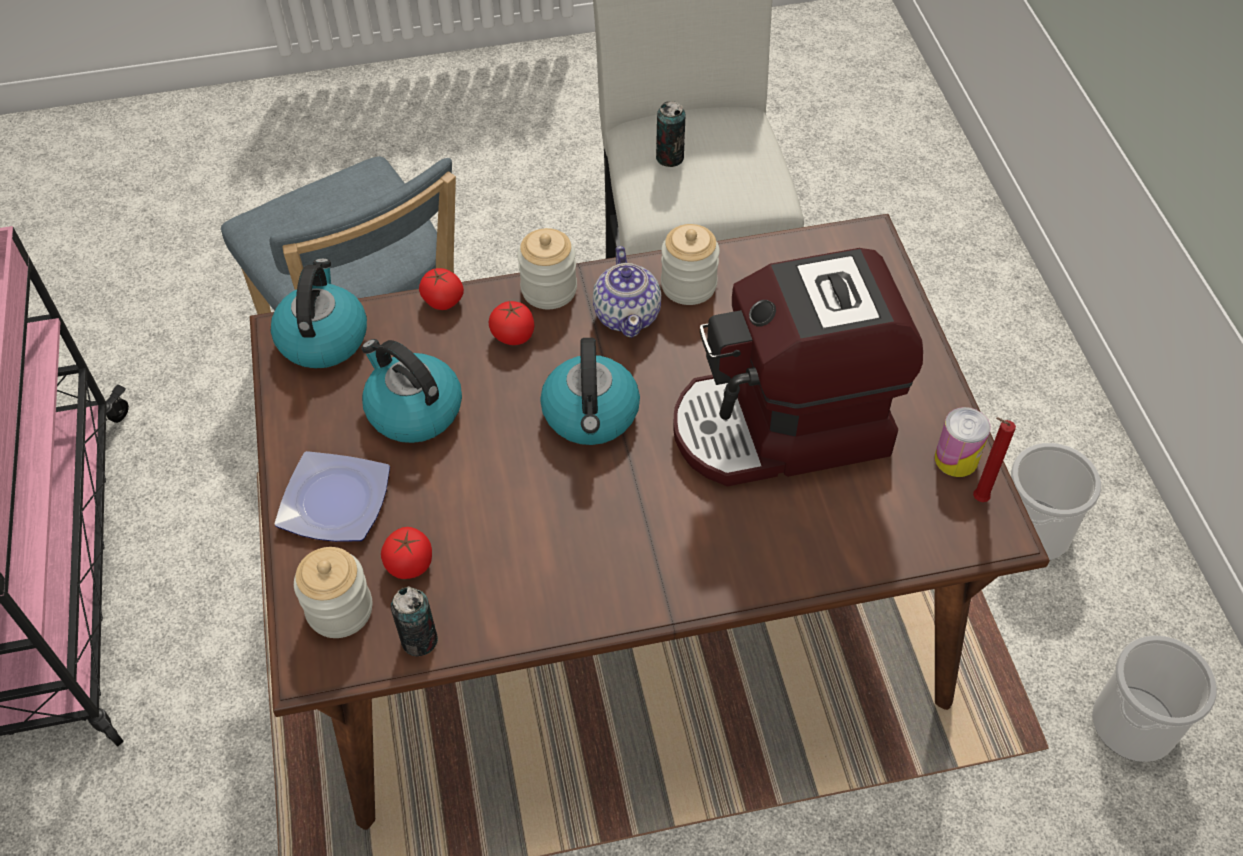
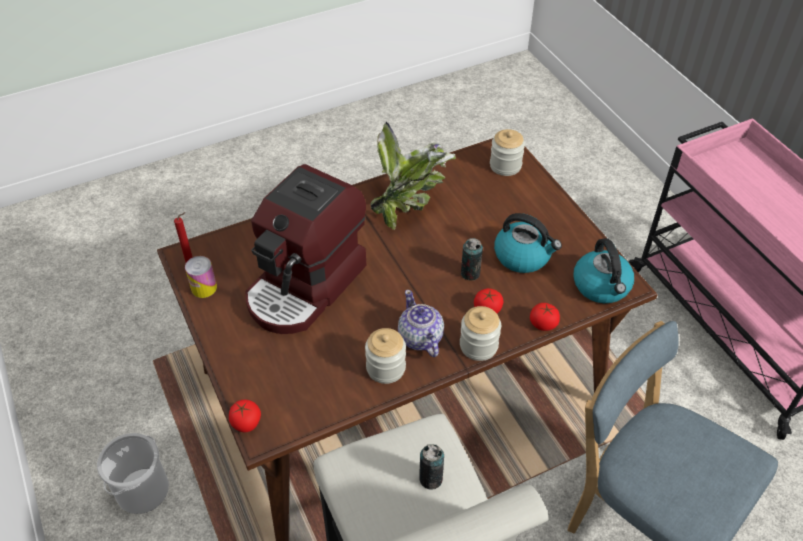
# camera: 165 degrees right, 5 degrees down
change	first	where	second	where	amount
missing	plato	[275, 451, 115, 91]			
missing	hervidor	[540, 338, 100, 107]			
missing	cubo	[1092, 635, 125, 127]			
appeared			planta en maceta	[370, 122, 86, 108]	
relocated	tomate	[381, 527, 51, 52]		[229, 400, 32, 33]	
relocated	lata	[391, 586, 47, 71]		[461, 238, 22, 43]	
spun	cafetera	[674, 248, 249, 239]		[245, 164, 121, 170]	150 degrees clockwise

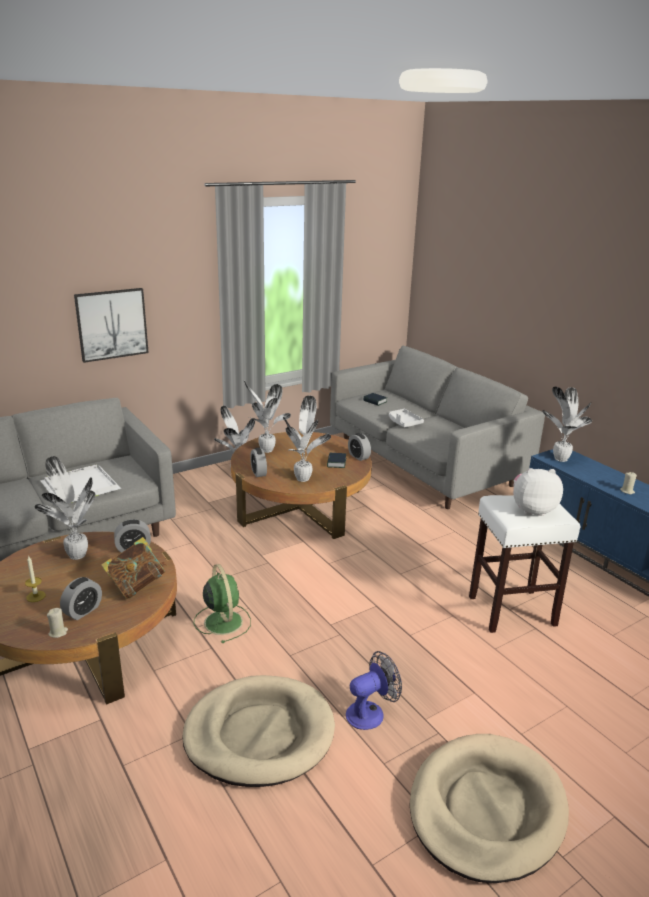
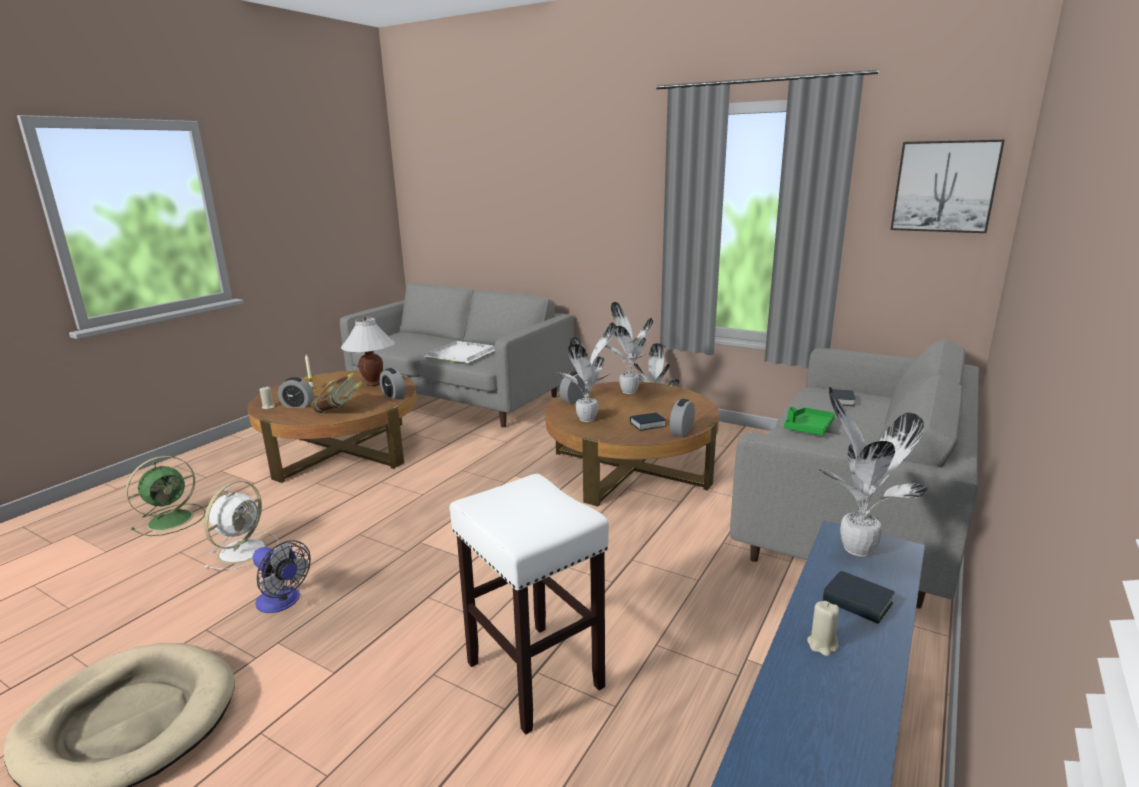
# camera: 65 degrees right, 5 degrees down
change	first	where	second	where	amount
missing	peluche	[513, 468, 50, 48]			
appeared			libro	[823, 571, 72, 53]	
relocated	cuadro	[74, 288, 75, 75]		[890, 140, 115, 93]	
relocated	ventilador [verde]	[193, 564, 58, 79]		[126, 456, 79, 80]	
exchanged	planta en maceta	[35, 456, 60, 104]	lámpara de mesa [blanco]	[341, 317, 54, 70]	
exchanged	cama para perro [beis]	[183, 675, 152, 112]	ventilador [blanco]	[204, 481, 75, 89]	
colour	bandeja [gris]	[389, 409, 35, 19]	bandeja [verde]	[784, 407, 51, 28]	

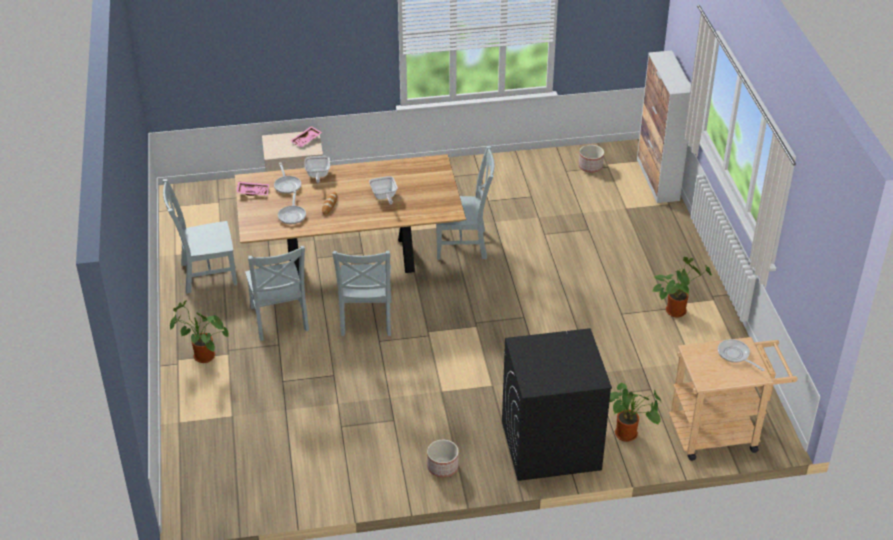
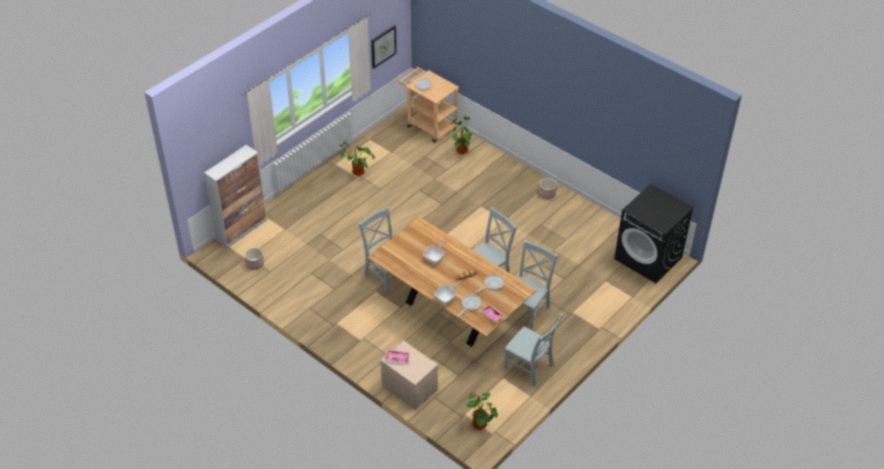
# camera: 130 degrees left, 5 degrees up
change	first	where	second	where	amount
appeared			reloj de pared	[371, 25, 26, 44]	
relocated	planta en maceta	[170, 300, 59, 63]		[465, 392, 33, 38]	
relocated	lavadora [negro]	[502, 328, 110, 153]		[614, 184, 80, 99]	

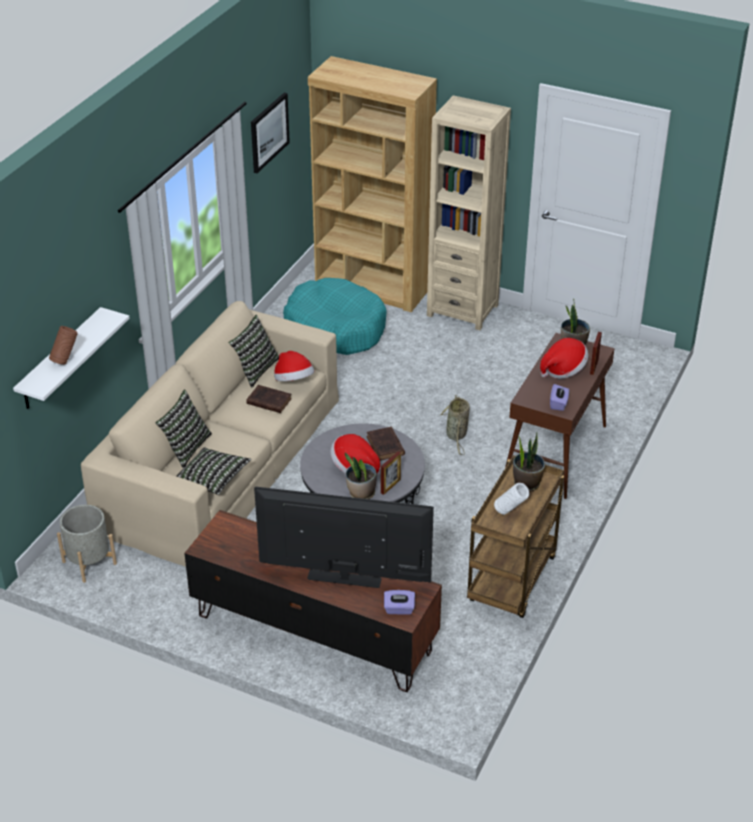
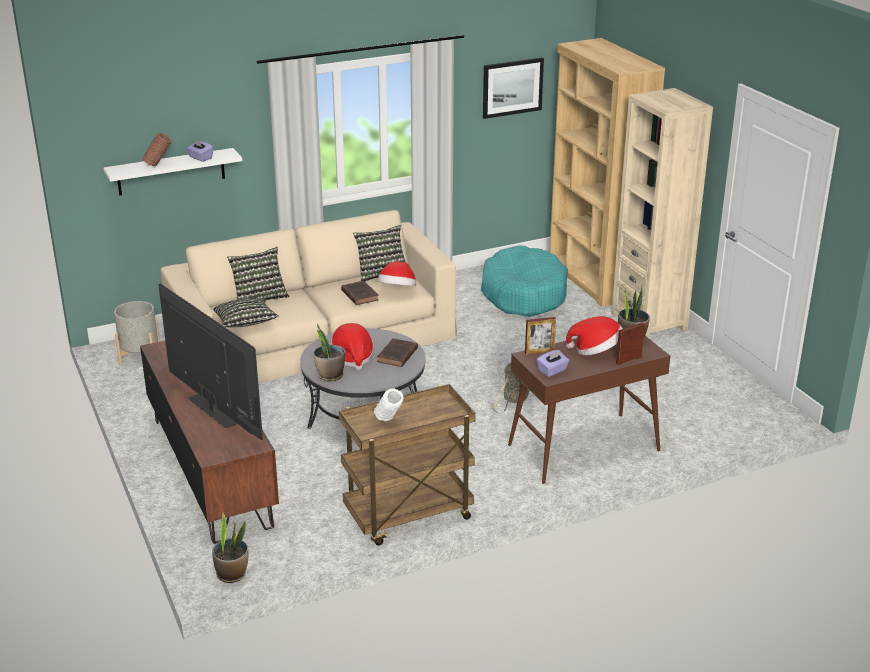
# camera: 40 degrees right, 10 degrees down
change	first	where	second	where	amount
relocated	portarretratos	[381, 452, 20, 43]		[525, 317, 31, 38]	
relocated	caja de pañuelos [morado]	[384, 590, 31, 25]		[186, 140, 27, 22]	
relocated	planta en maceta	[513, 432, 32, 60]		[212, 513, 36, 70]	

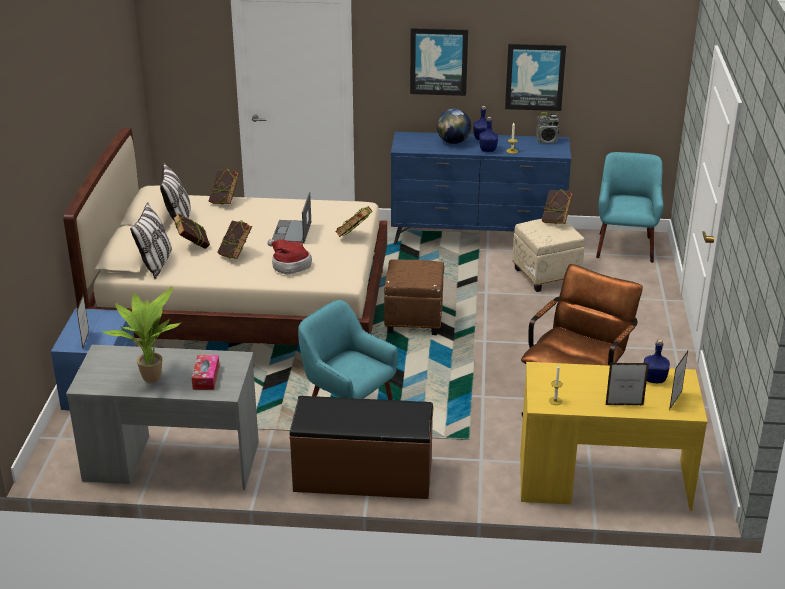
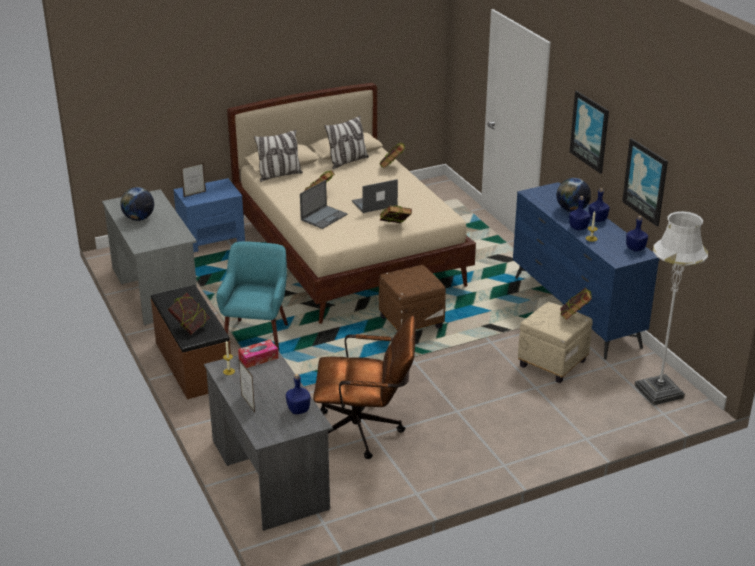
# camera: 60 degrees right, 0 degrees up
change	first	where	second	where	amount
missing	portarretratos	[669, 351, 19, 59]			
relocated	libro	[173, 213, 37, 36]		[168, 293, 42, 42]	
relocated	caja de pañuelos	[191, 355, 29, 35]		[238, 340, 40, 28]	
exchanged	planta en maceta	[102, 286, 79, 97]	globo terráqueo	[120, 187, 34, 34]	
exchanged	sombrero	[267, 239, 45, 36]	portátil	[300, 180, 48, 49]	
exchanged	radio	[536, 112, 23, 31]	botella [azul]	[626, 216, 22, 36]	
exchanged	sillón [turquesa]	[596, 152, 67, 111]	lámpara de pie [blanco]	[635, 211, 73, 195]	
colour	escritorio [amarillo]	[520, 362, 188, 149]	escritorio [gris]	[204, 351, 129, 180]	

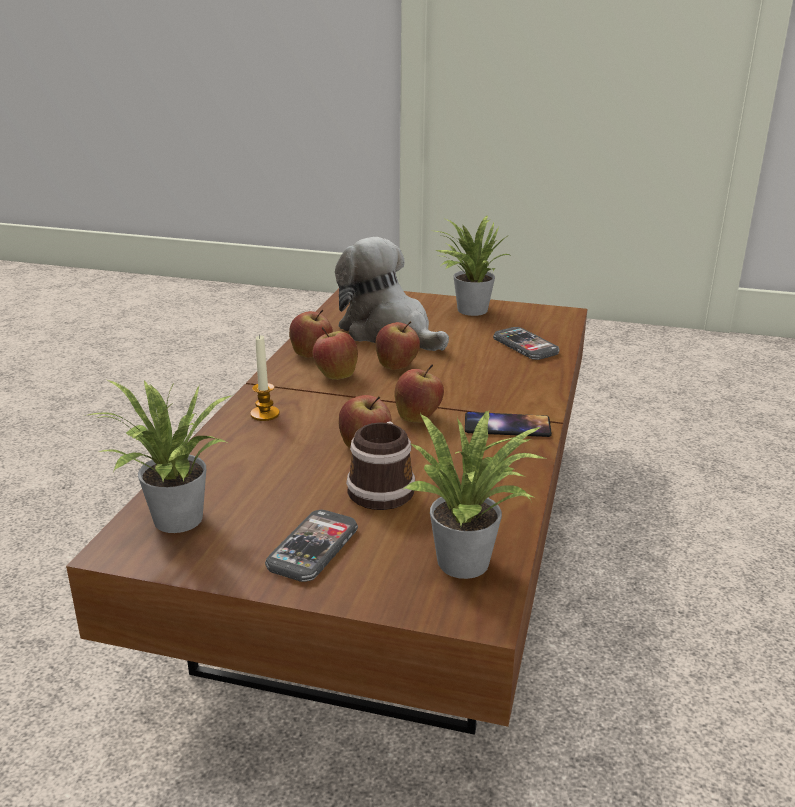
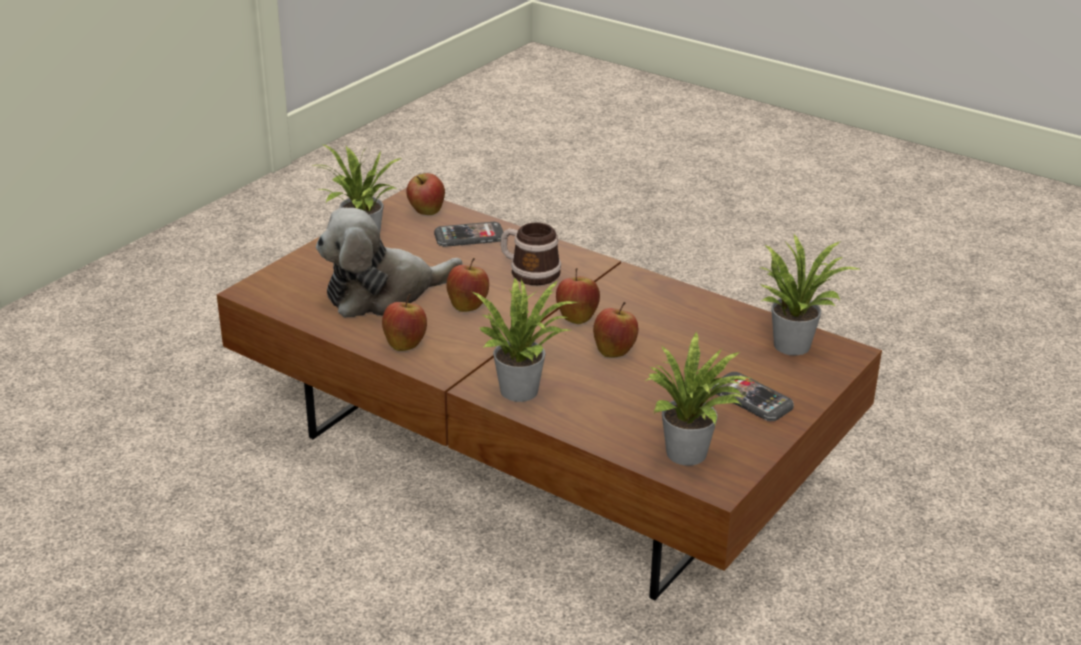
# camera: 70 degrees left, 5 degrees up
change	first	where	second	where	amount
missing	móvil	[465, 412, 87, 25]			
relocated	manzana	[313, 327, 45, 53]		[406, 173, 39, 42]	
relocated	taza grande	[346, 421, 69, 89]		[501, 222, 60, 63]	
exchanged	vela	[250, 334, 30, 87]	planta en maceta	[473, 277, 104, 125]	

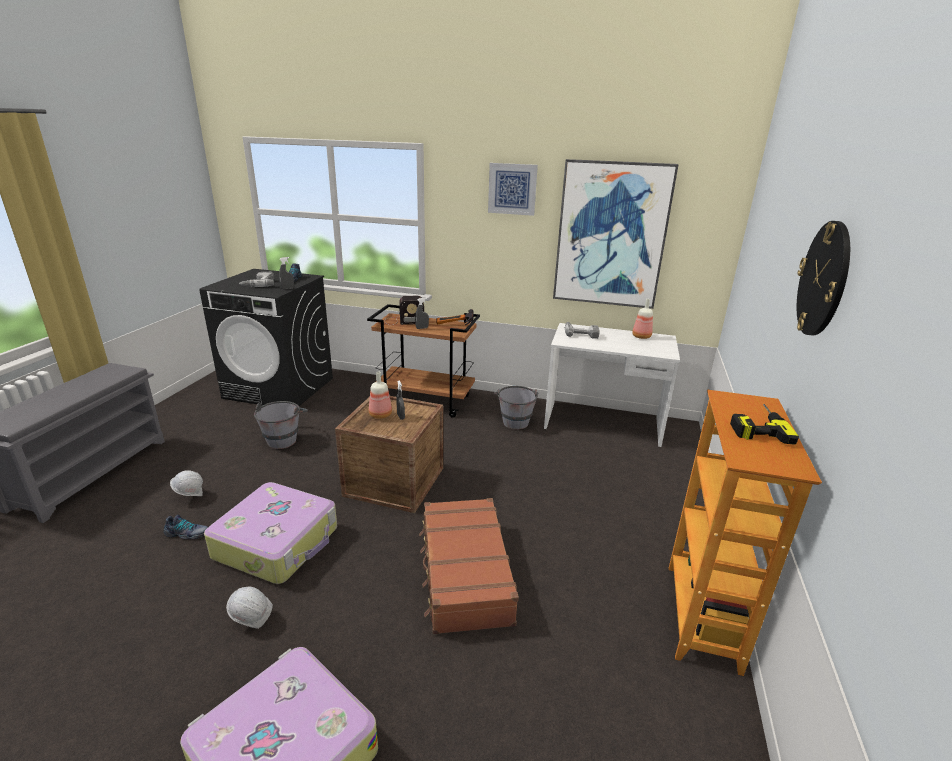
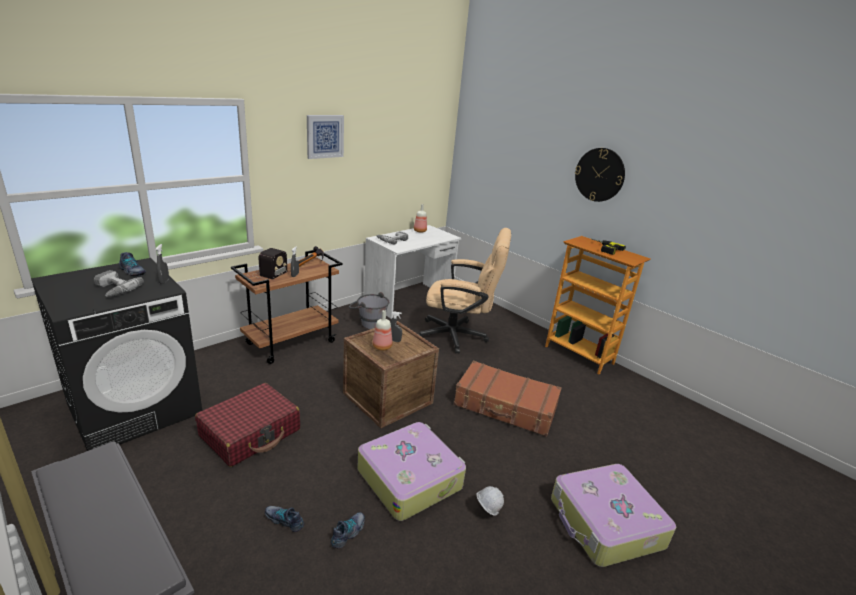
# camera: 60 degrees left, 0 degrees up
change	first	where	second	where	amount
missing	cuadro	[553, 159, 126, 150]			
appeared			silla de oficina [beis]	[418, 228, 93, 125]	
exchanged	casco [blanco]	[170, 470, 33, 26]	zapato	[265, 506, 39, 26]	
exchanged	cubo [gris]	[254, 401, 54, 48]	maleta [rojo]	[195, 383, 105, 84]	

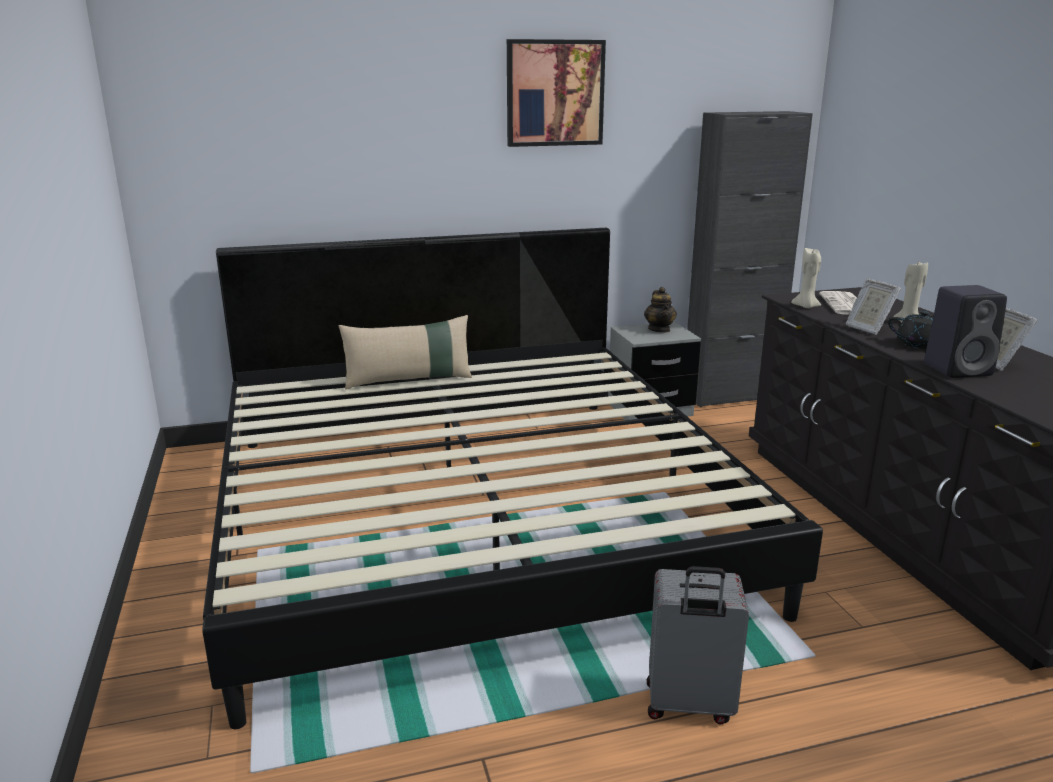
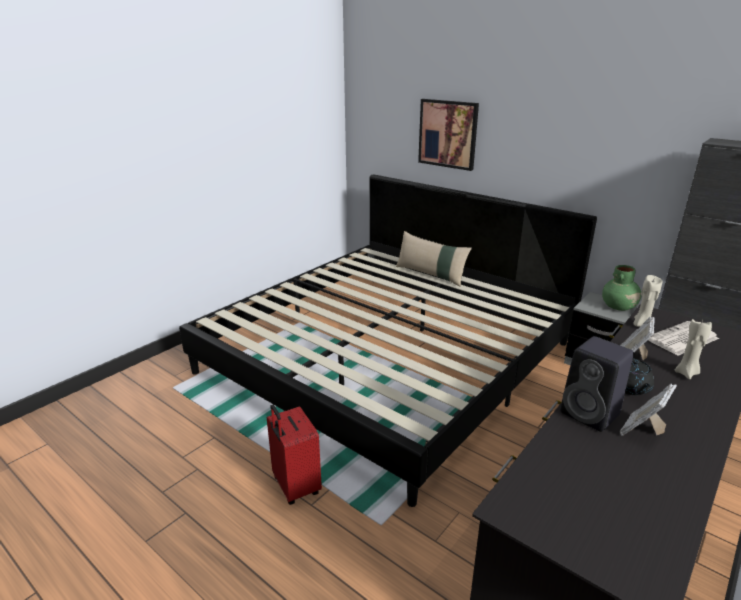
# camera: 55 degrees right, 5 degrees up
change	first	where	second	where	amount
relocated	cuadro	[507, 39, 99, 108]		[418, 99, 61, 72]	
exchanged	tetera	[644, 287, 33, 46]	florero [verde]	[602, 265, 39, 46]	
colour	maleta [gris]	[647, 566, 102, 159]	maleta [rojo]	[267, 404, 55, 101]	

